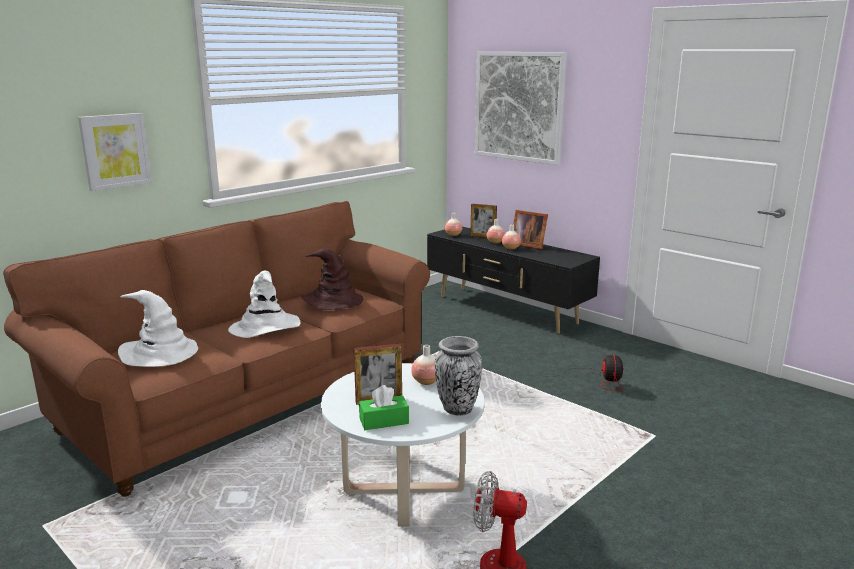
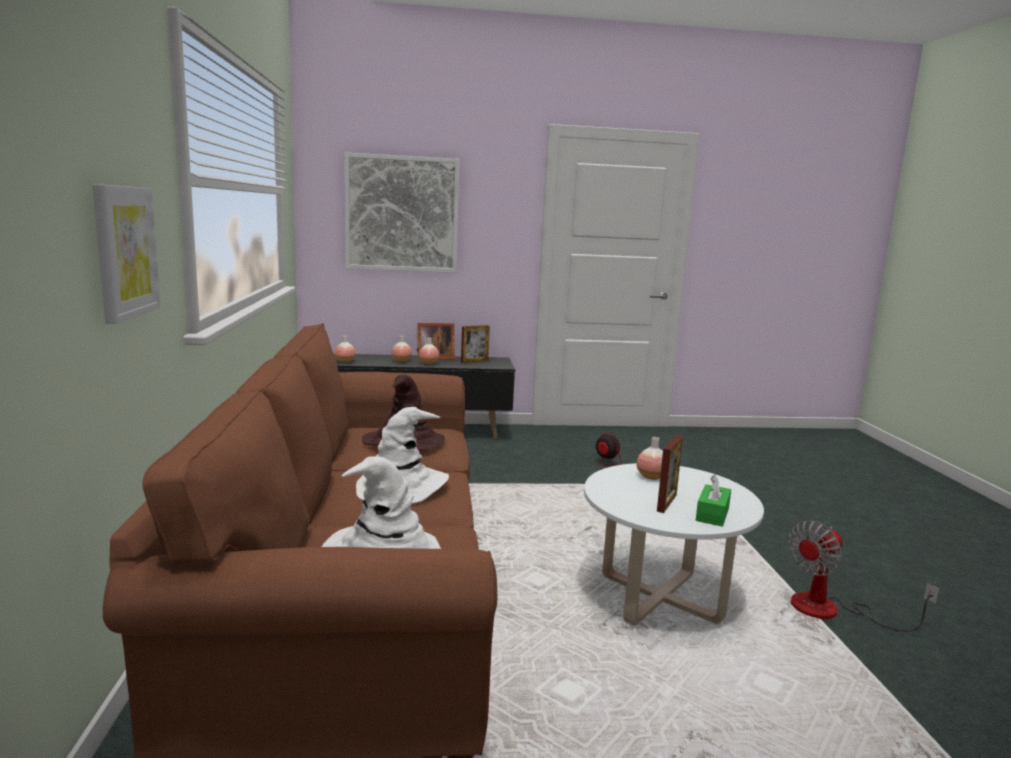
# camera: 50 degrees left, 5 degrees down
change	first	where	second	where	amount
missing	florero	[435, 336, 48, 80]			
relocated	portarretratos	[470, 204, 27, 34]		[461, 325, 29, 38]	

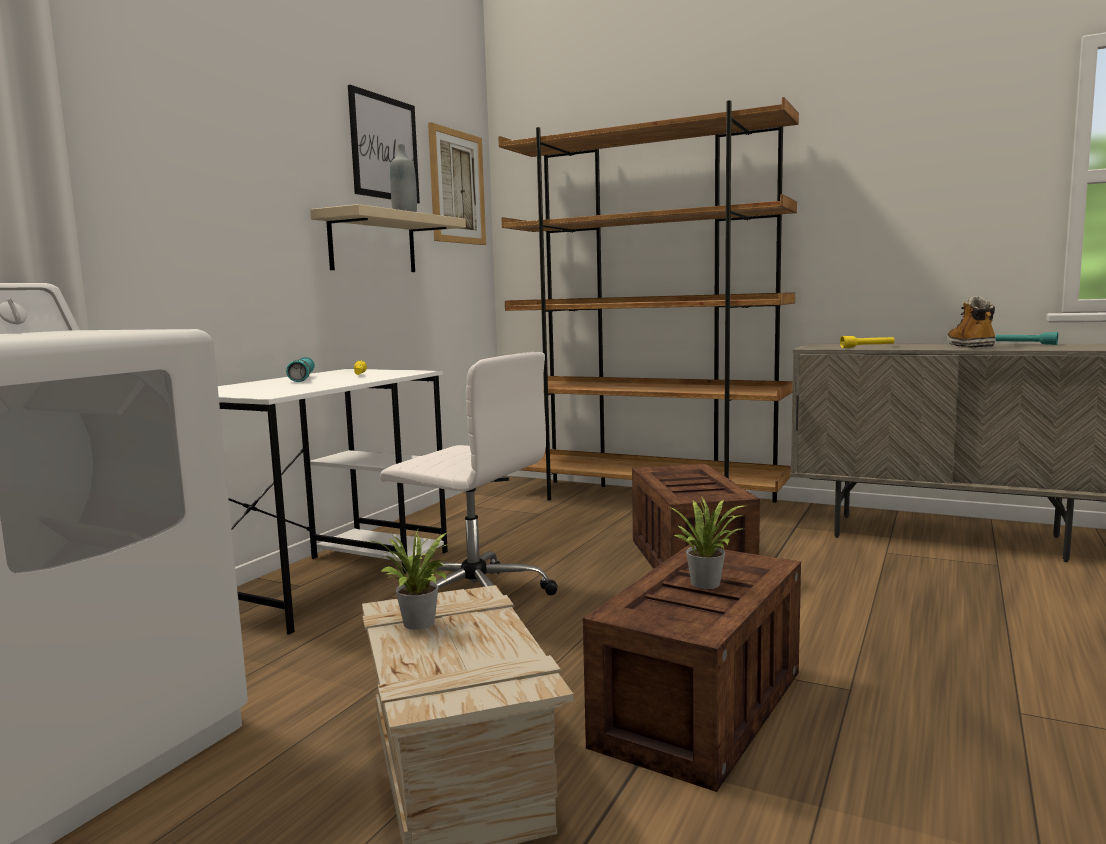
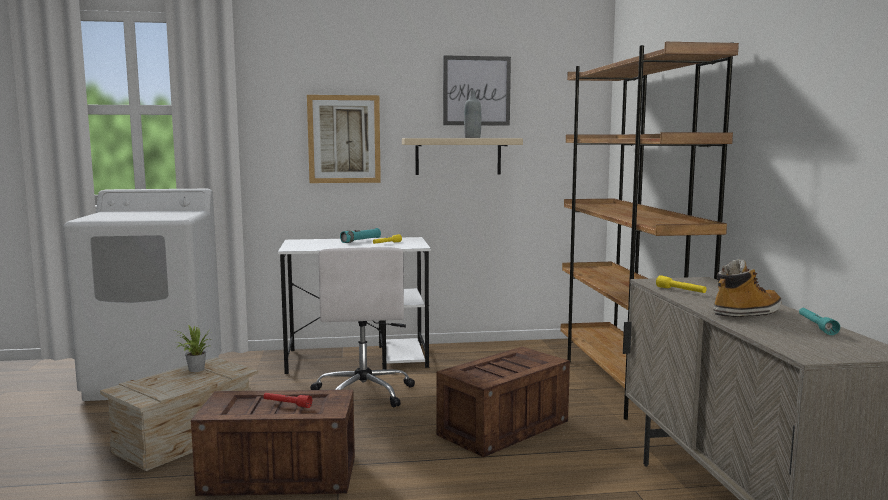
# camera: 55 degrees right, 0 degrees up
change	first	where	second	where	amount
relocated	cuadro	[428, 122, 58, 123]		[307, 95, 74, 88]	
exchanged	planta en maceta	[669, 497, 80, 92]	linterna [rojo]	[264, 393, 48, 15]	

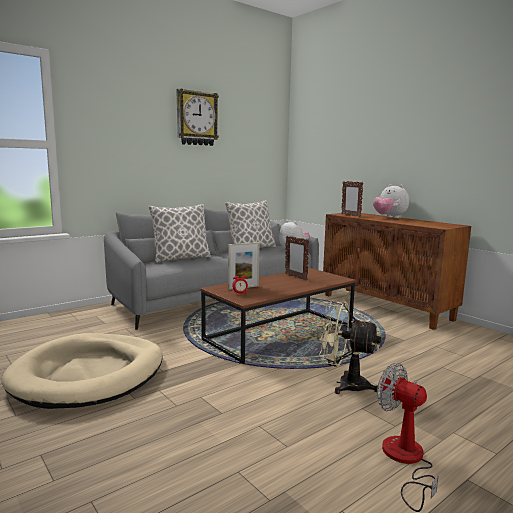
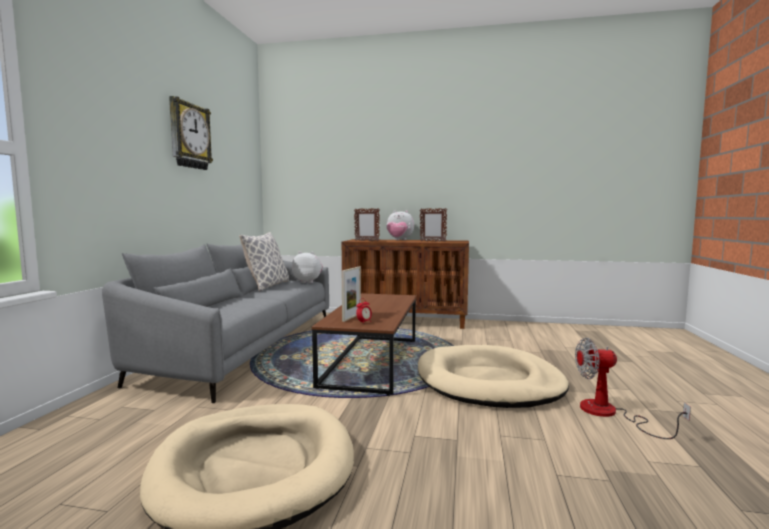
# camera: 40 degrees left, 5 degrees down
change	first	where	second	where	amount
missing	cojín	[149, 204, 62, 59]			
relocated	portarretratos	[285, 236, 24, 44]		[420, 208, 27, 34]	
exchanged	ventilador [beis]	[319, 300, 62, 94]	cama para perro [beis]	[418, 345, 151, 63]	

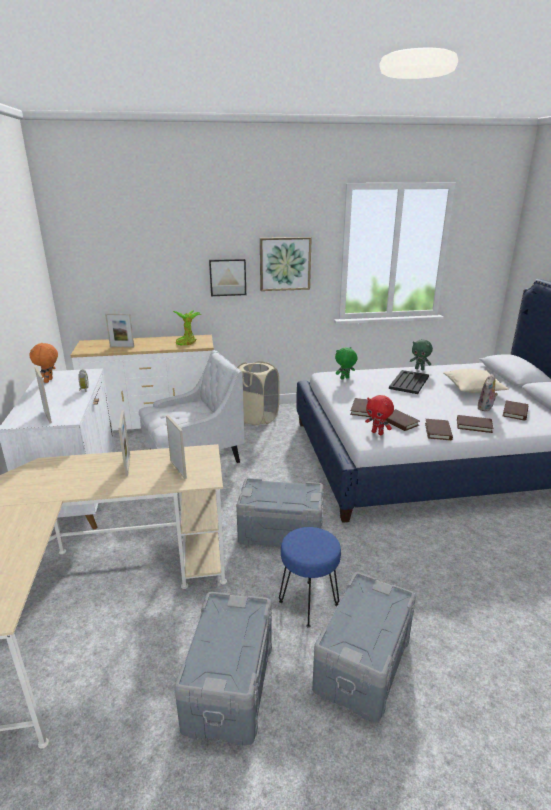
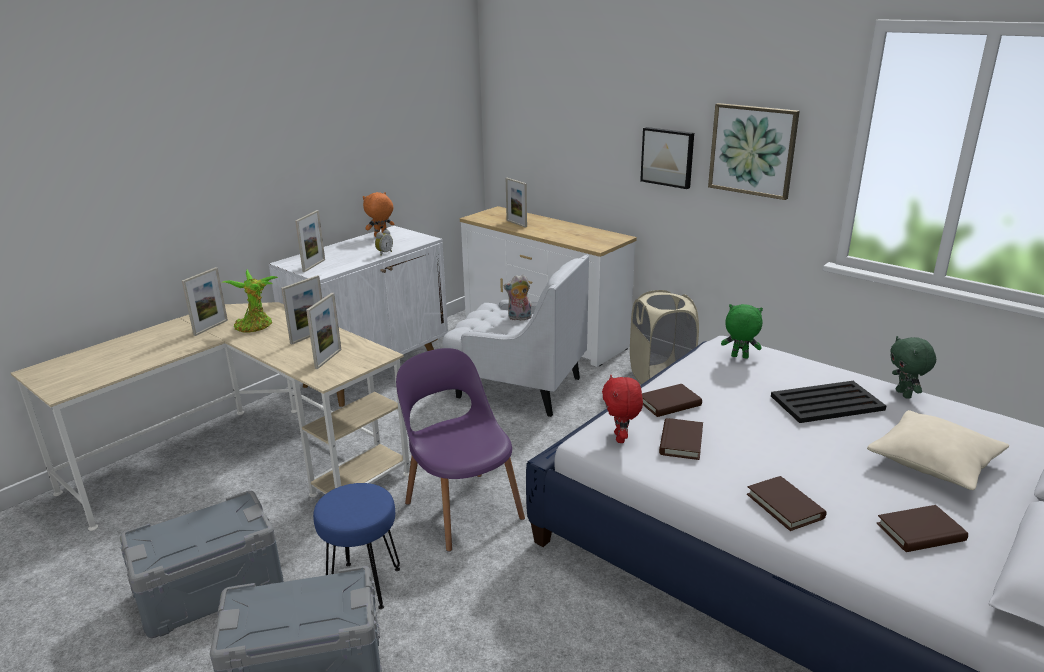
# camera: 50 degrees right, 0 degrees up
change	first	where	second	where	amount
missing	libro [marrón]	[425, 419, 28, 21]			
appeared			portarretratos	[182, 267, 46, 69]	
relocated	planta en maceta	[173, 310, 29, 35]		[223, 269, 55, 63]	
relocated	peluche	[477, 373, 21, 38]		[503, 275, 29, 45]	
exchanged	caja de almacenaje [gris]	[236, 478, 88, 69]	silla [morado]	[396, 348, 129, 203]	

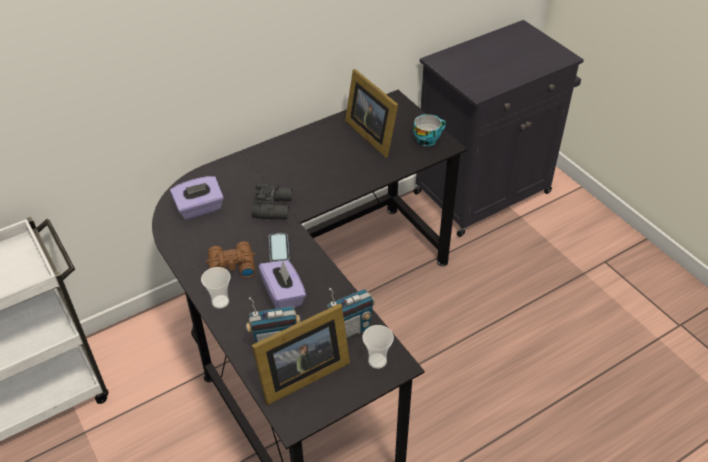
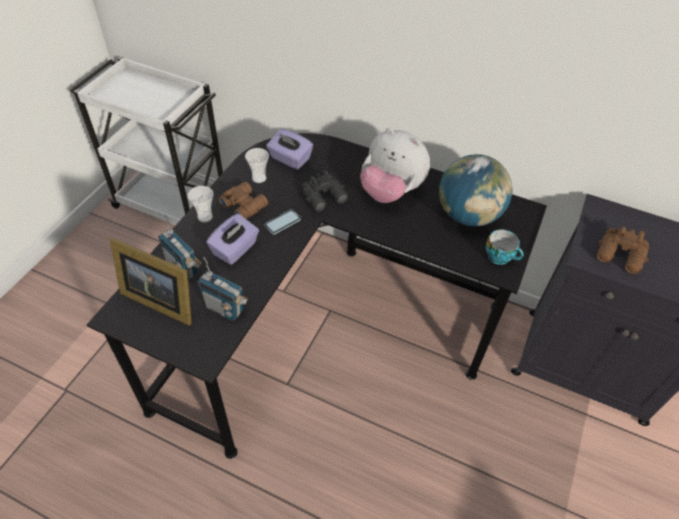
# camera: 55 degrees right, 5 degrees up
change	first	where	second	where	amount
appeared			peluche	[360, 128, 70, 75]	
appeared			prismáticos [marrón]	[597, 226, 52, 48]	
relocated	taza	[362, 325, 32, 44]		[245, 148, 24, 35]	
exchanged	portarretratos	[345, 69, 53, 88]	globo terráqueo	[439, 154, 74, 73]	

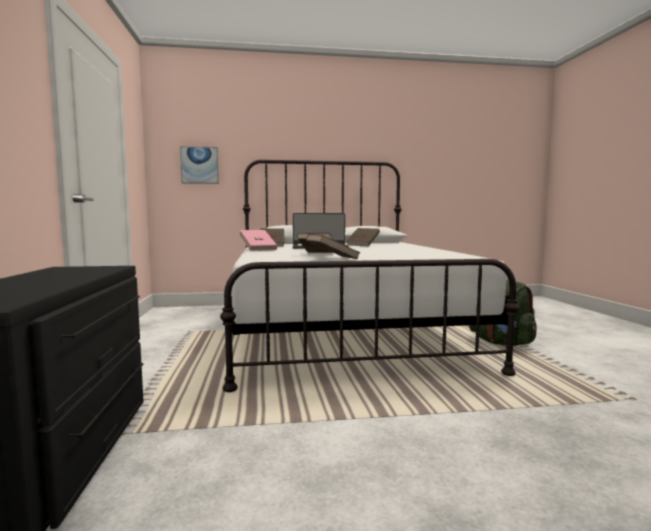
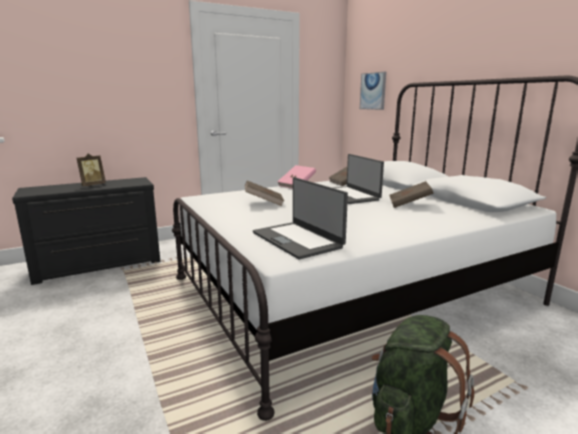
# camera: 70 degrees right, 10 degrees up
change	first	where	second	where	amount
missing	libro [marrón]	[306, 234, 54, 25]			
appeared			portarretratos	[77, 153, 29, 33]	
appeared			portátil	[253, 177, 95, 82]	

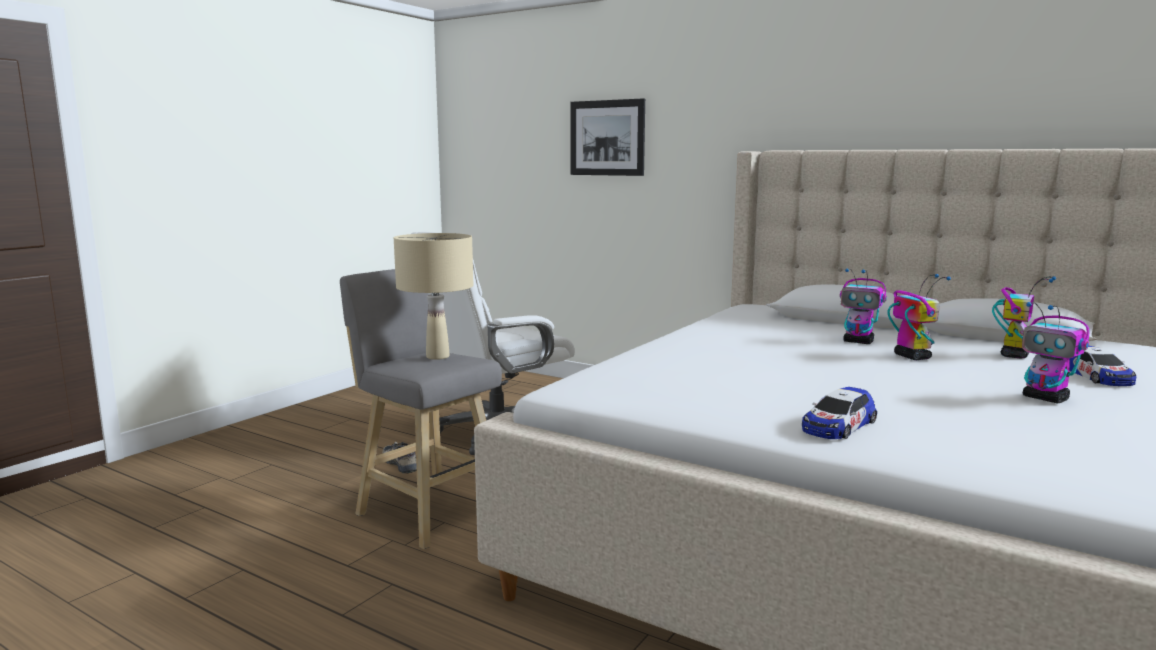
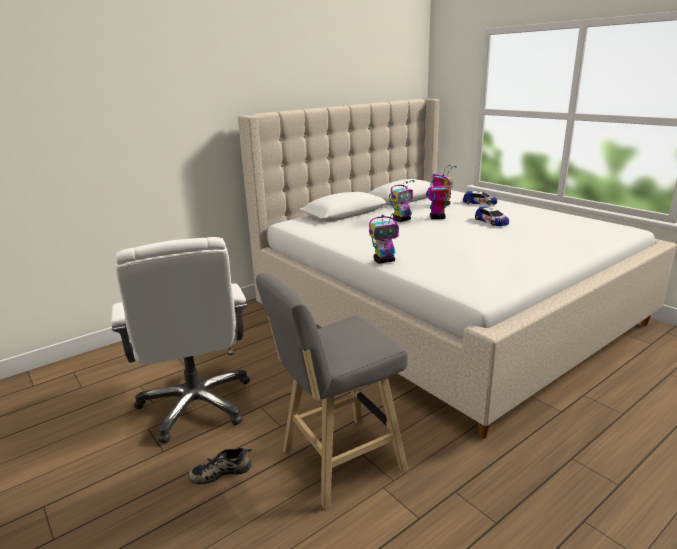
# camera: 70 degrees left, 10 degrees up
change	first	where	second	where	amount
missing	lámpara de mesa [beis]	[394, 233, 79, 127]			
missing	cuadro	[570, 98, 75, 78]			
relocated	coche de juguete	[802, 387, 75, 52]		[475, 206, 34, 20]	
relocated	robot de juguete	[1022, 302, 67, 101]		[369, 213, 30, 51]	

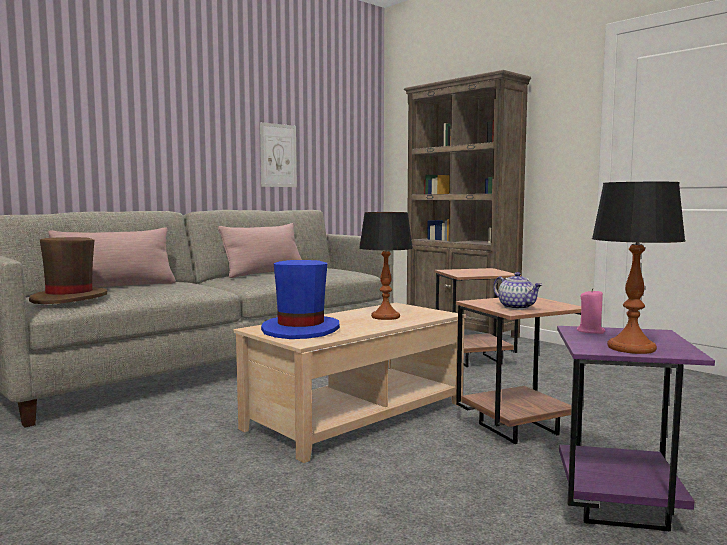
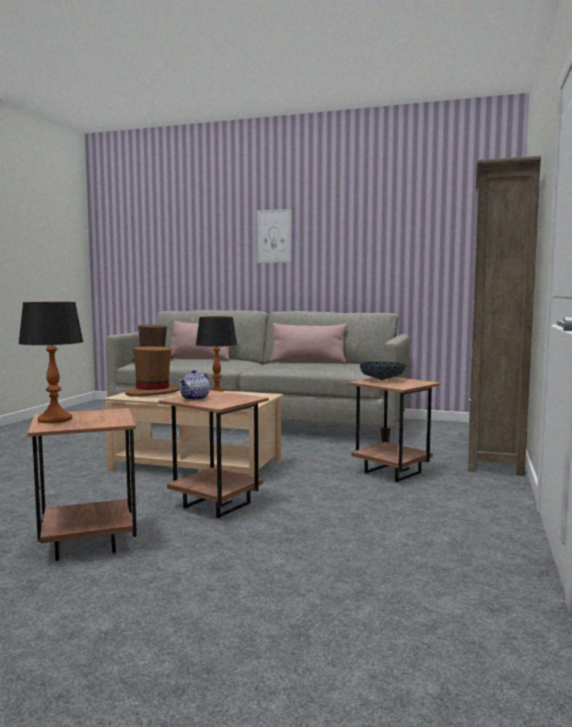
# camera: 60 degrees right, 0 degrees up
change	first	where	second	where	amount
missing	vela [rosa]	[577, 288, 28, 46]			
appeared			cuenco	[360, 362, 46, 18]	
relocated	cuadro	[260, 122, 37, 65]		[257, 209, 34, 54]	
colour	sombrero [azul]	[261, 260, 79, 79]	sombrero [marrón]	[125, 346, 54, 51]	
colour	mesa auxiliar [morado]	[557, 326, 158, 205]	mesa auxiliar [marrón]	[27, 408, 110, 153]	

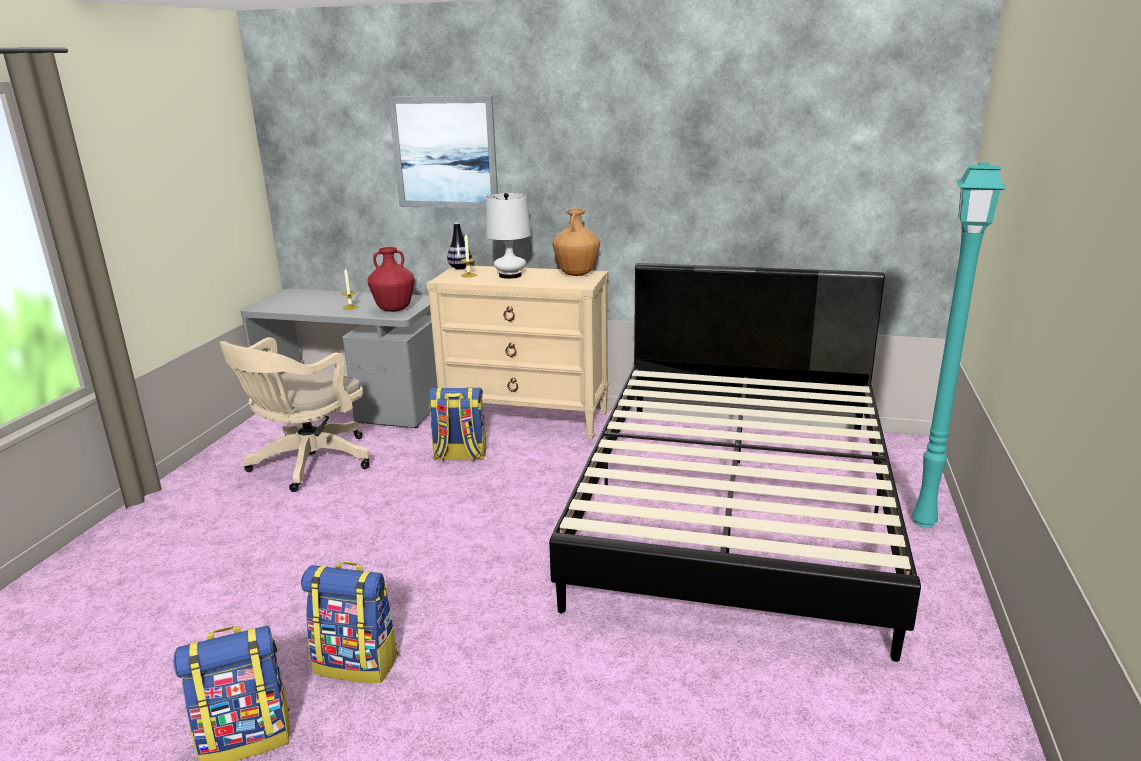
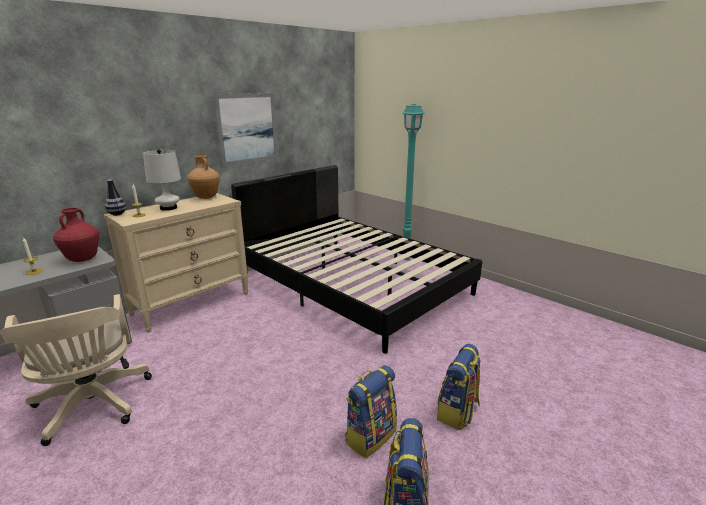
# camera: 60 degrees left, 0 degrees up
change	first	where	second	where	amount
relocated	cuadro	[388, 96, 110, 113]		[213, 93, 65, 74]	
relocated	mochila	[429, 388, 57, 72]		[437, 344, 44, 86]	

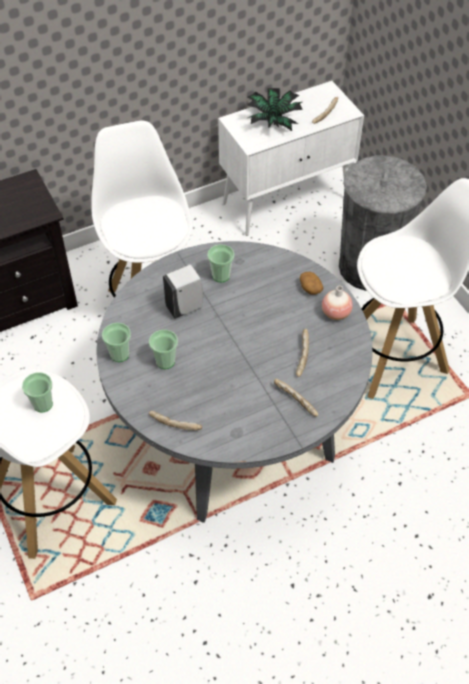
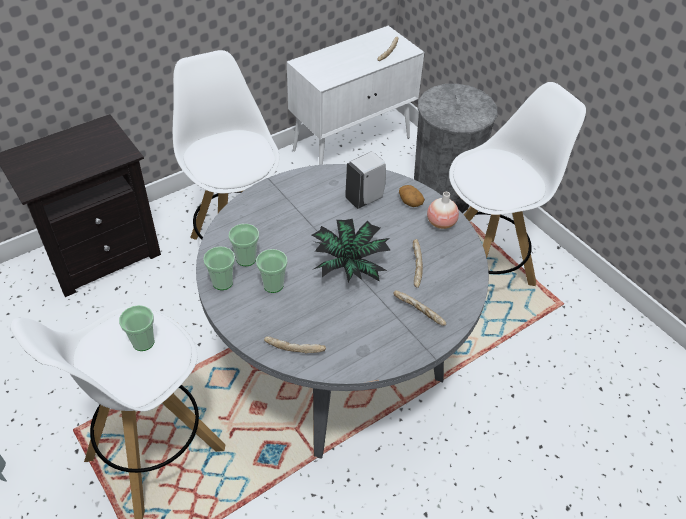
# camera: 10 degrees left, 5 degrees down
change	first	where	second	where	amount
relocated	dispensador de jabón [blanco]	[163, 264, 40, 55]		[345, 151, 41, 58]	
relocated	taza	[207, 244, 27, 38]		[228, 224, 31, 42]	
relocated	planta en maceta	[247, 88, 56, 43]		[312, 219, 79, 63]	

